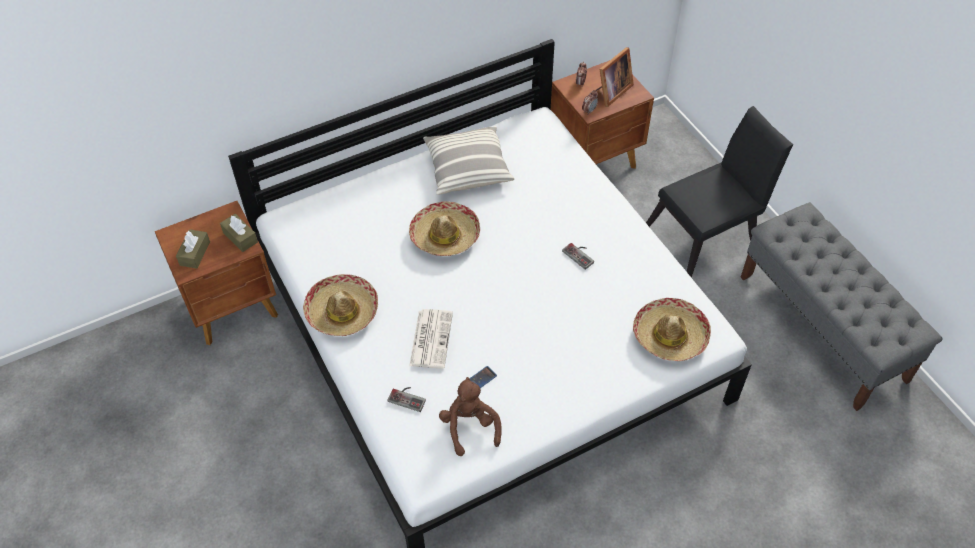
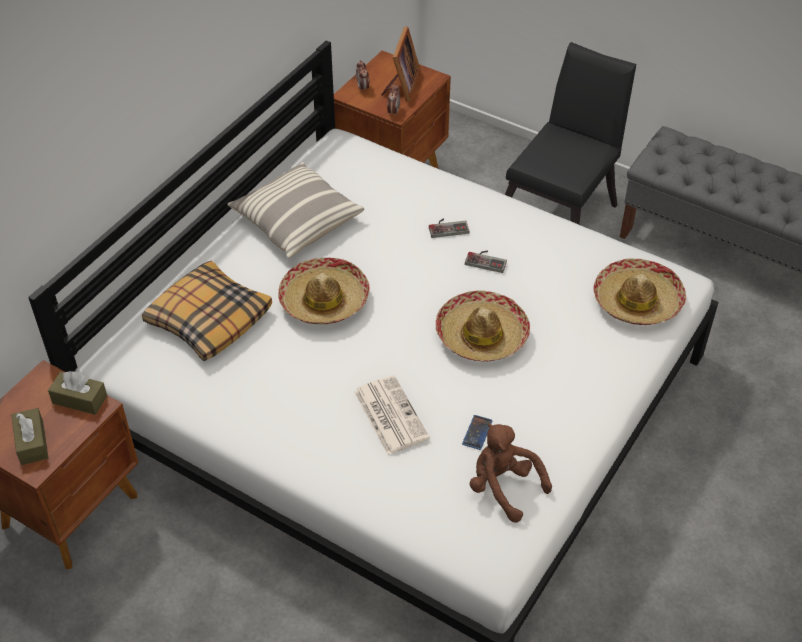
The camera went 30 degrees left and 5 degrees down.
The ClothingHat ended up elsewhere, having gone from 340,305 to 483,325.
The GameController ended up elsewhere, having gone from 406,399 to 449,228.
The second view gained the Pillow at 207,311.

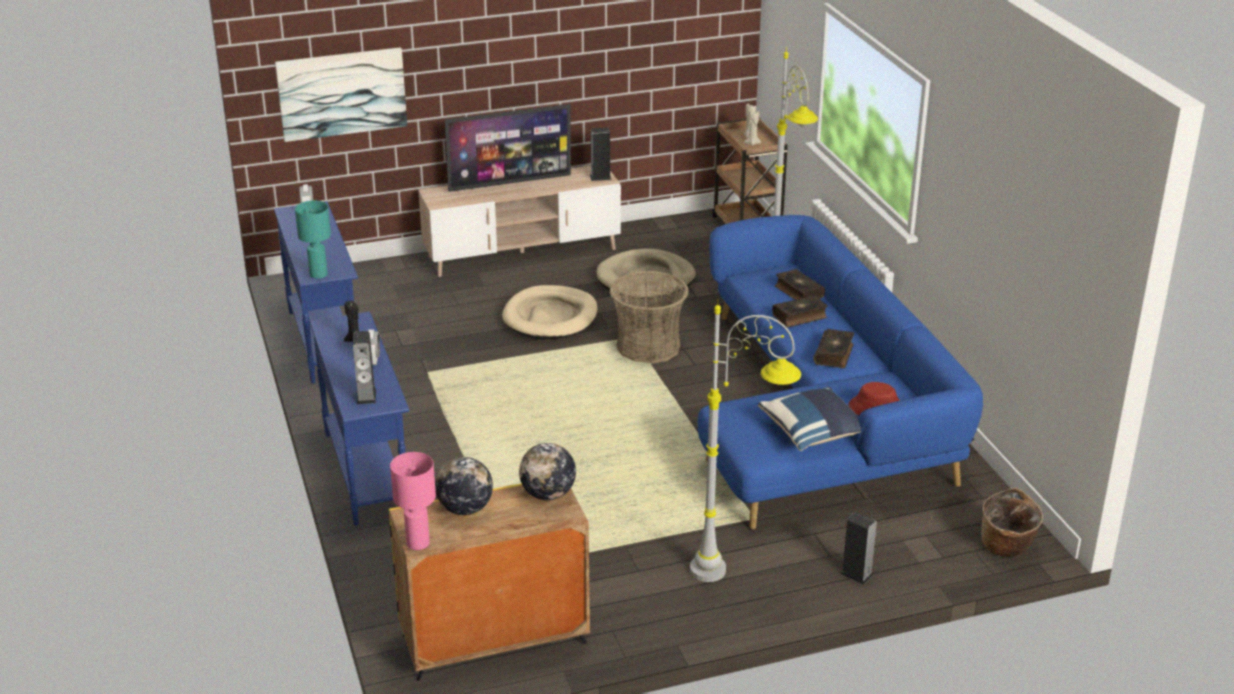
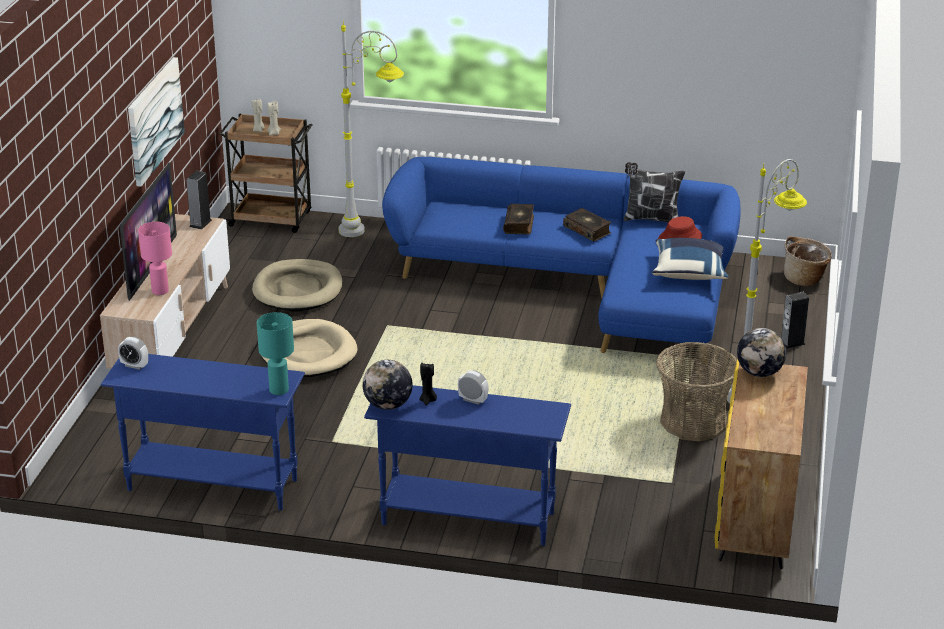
The camera went 60 degrees left and 0 degrees up.
The Picture ended up elsewhere, having gone from 341,94 to 156,122.
The second view lost the AudioSpeaker at 364,367.
The PinkColouredTabletopLamp ended up elsewhere, having gone from 413,501 to 155,258.
The Globe ended up elsewhere, having gone from 464,486 to 387,385.
The HouseholdBasket ended up elsewhere, having gone from 649,317 to 696,392.
The second view lost the Book at 800,284.
The second view gained the Pillow at 654,192.

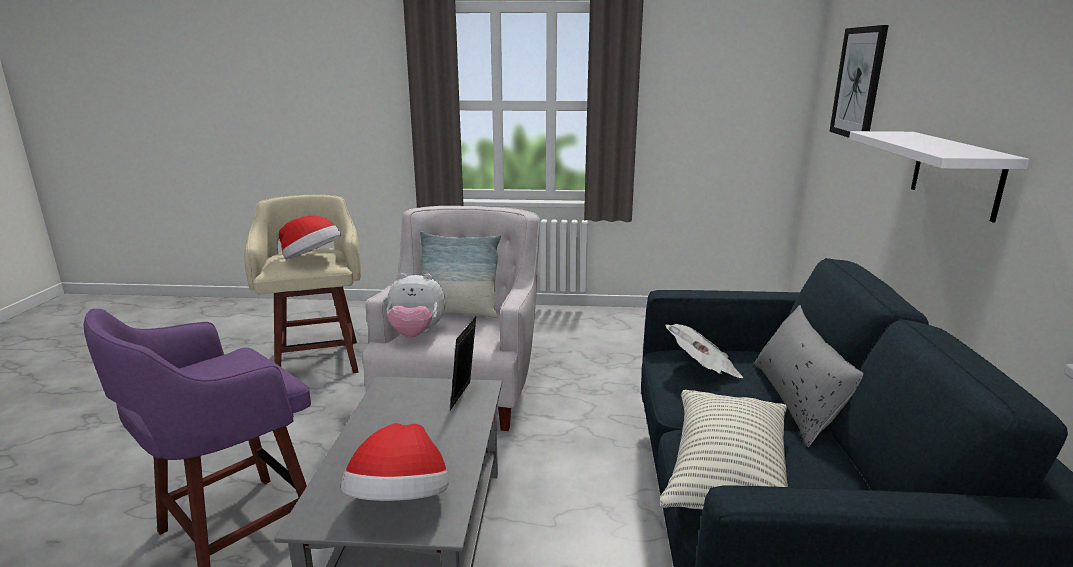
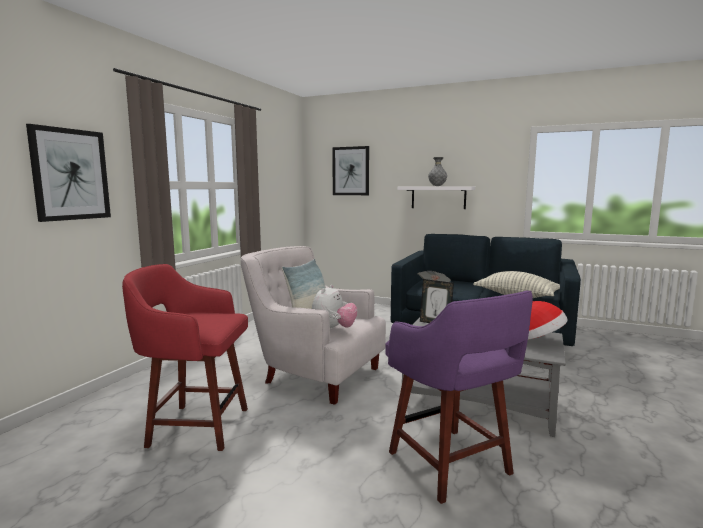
The camera went 70 degrees left and 10 degrees down.
What was the BeigeSittingStool at 302,284 turned into the RedSittingStool at 185,357.
The second view lost the ClothingHat at 310,237.
The second view lost the GreyPillow at 808,376.
The second view gained the Picture at 68,173.
The second view gained the GreyFlowerVase at 437,171.

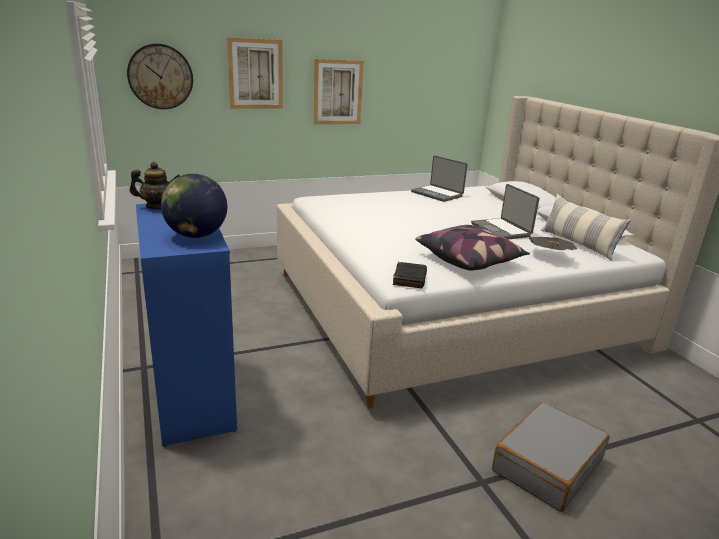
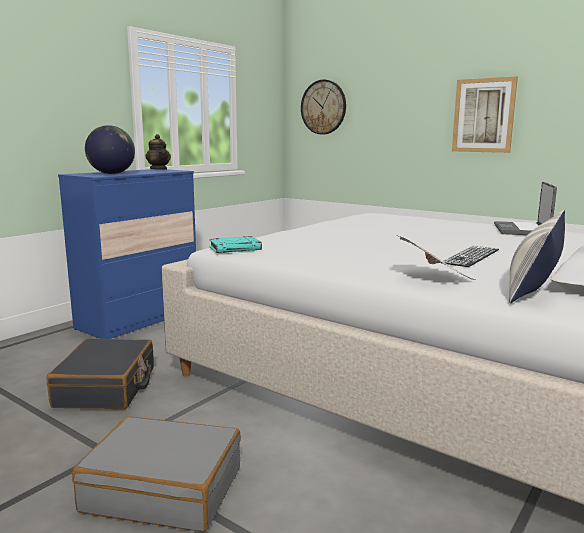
The camera went 60 degrees right and 10 degrees down.
The second view lost the Picture at 255,73.
What was the BlackishBook at 410,275 turned into the TurquoiseBook at 235,244.
The second view lost the Pillow at 472,247.
Where the Laptop stood at 505,211, the ComputerKeyboard came to stand at 470,256.
The second view gained the BlackishSuitcase at 100,374.

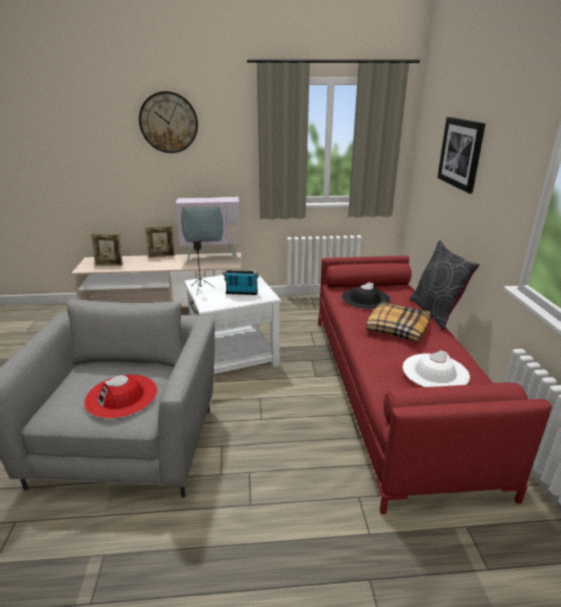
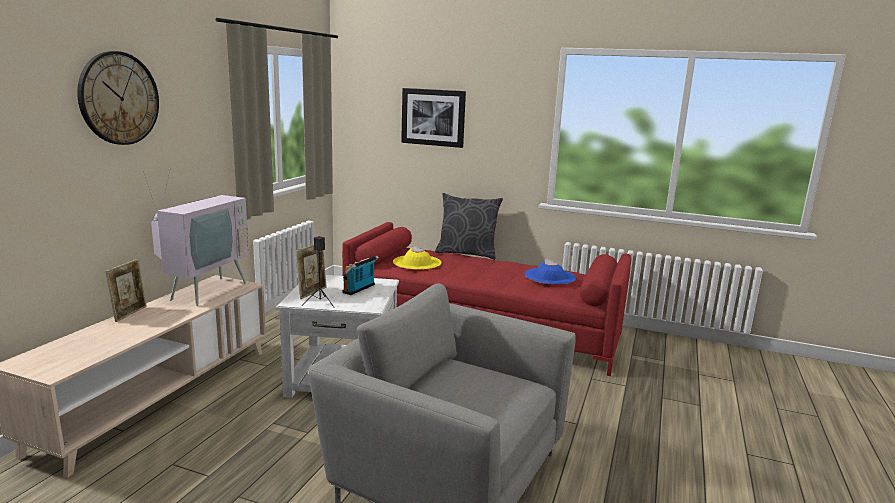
The camera went 65 degrees left and 10 degrees down.
The second view lost the RedClothingHat at 120,396.
The PictureFrame ended up elsewhere, having gone from 107,249 to 311,272.
What was the BlackishClothingHat at 366,295 turned into the YellowClothingHat at 417,258.
The second view lost the Pillow at 398,322.
What was the WhitishClothingHat at 436,368 turned into the BlueColouredClothingHat at 550,272.

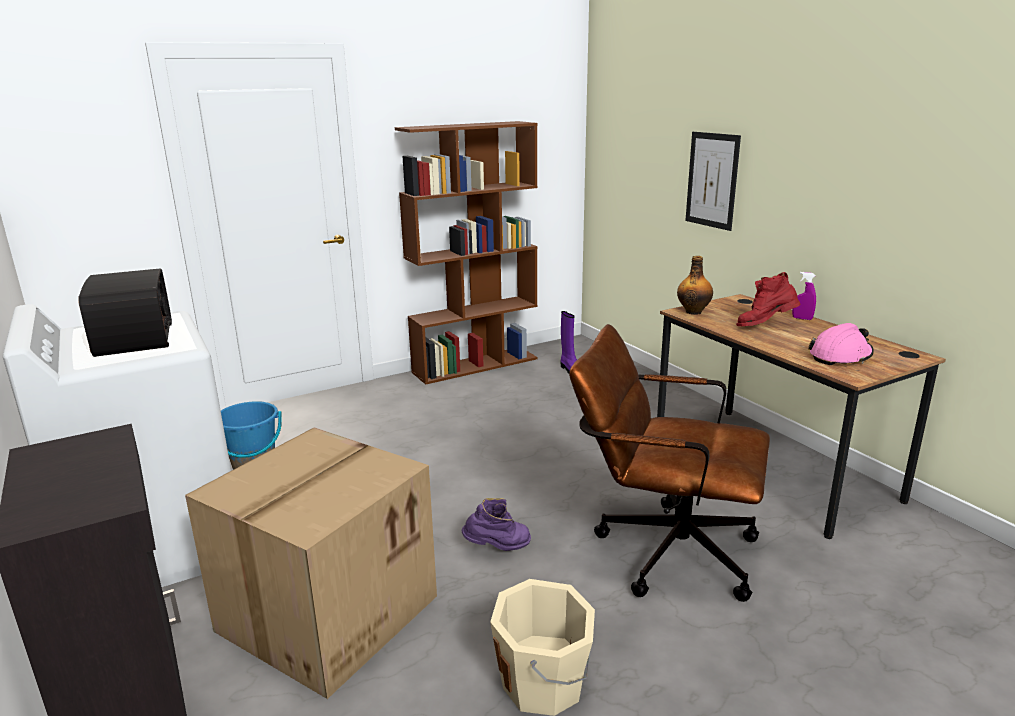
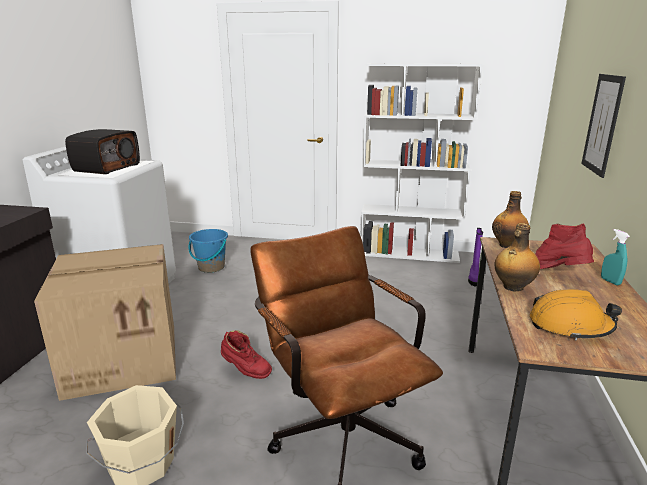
The camera went 40 degrees right and 0 degrees up.
What was the BrownShelvingUnit at 466,253 turned into the WhitishShelvingUnit at 422,163.
What was the PurpleColouredHighTopBoot at 496,524 turned into the RedHighTopBoot at 246,354.
What was the PurpleColouredSprayer at 804,296 turned into the TurquoiseSprayer at 615,257.
What was the PinkColouredWorkHelmet at 841,344 turned into the OrangeColouredWorkHelmet at 576,314.
The second view gained the Bottle at 517,257.

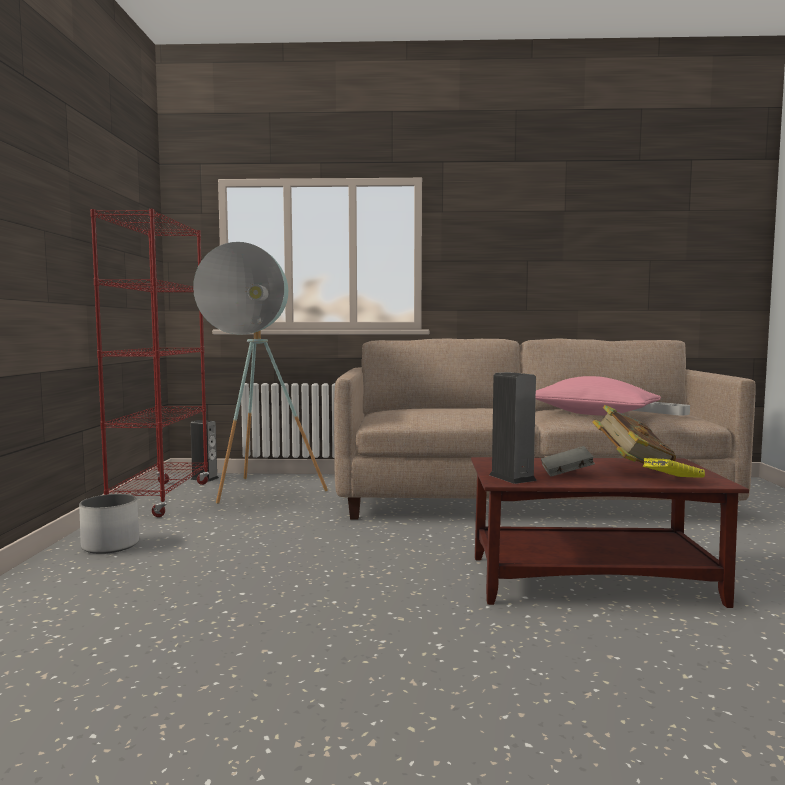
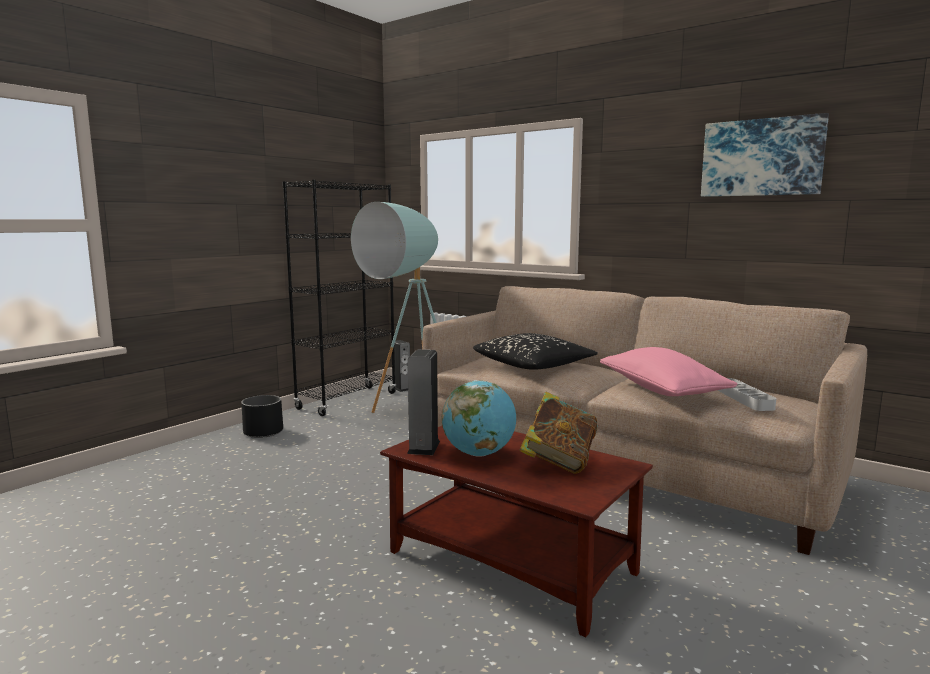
The camera went 35 degrees right and 5 degrees up.
What was the WhitishPlanter at 109,524 turned into the BlackishPlanter at 262,416.
What was the RedShelvingUnit at 149,363 turned into the BlackishShelvingUnit at 339,298.
Where the GreyBook stood at 568,461, the Globe came to stand at 479,418.
The second view lost the YellowBook at 674,468.
The second view gained the BlackishPillow at 535,351.
The second view gained the Picture at 765,155.

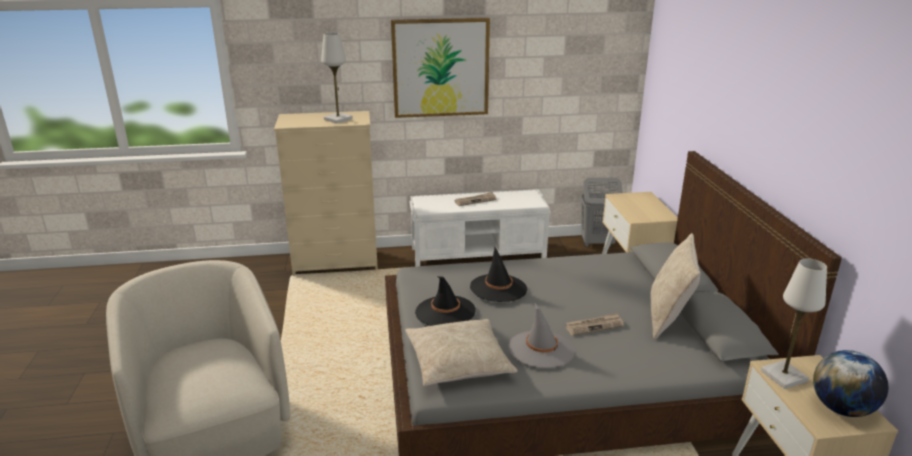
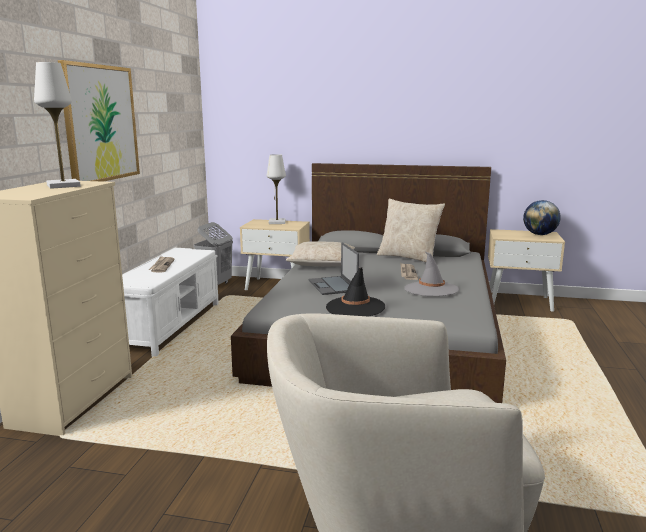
The camera went 70 degrees left and 10 degrees down.
The BeigePillow ended up elsewhere, having gone from 461,352 to 320,254.
Where the BlackishClothingHat stood at 498,274, the Laptop came to stand at 334,268.
The WhitishTabletopLamp ended up elsewhere, having gone from 794,324 to 276,189.

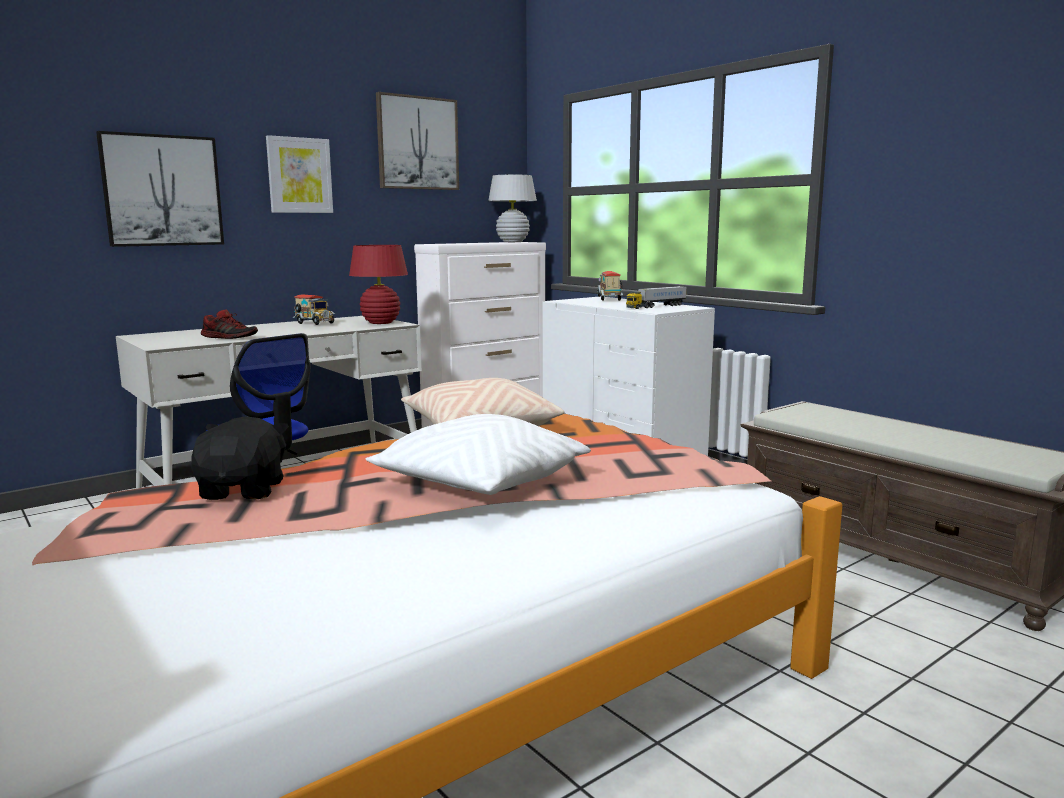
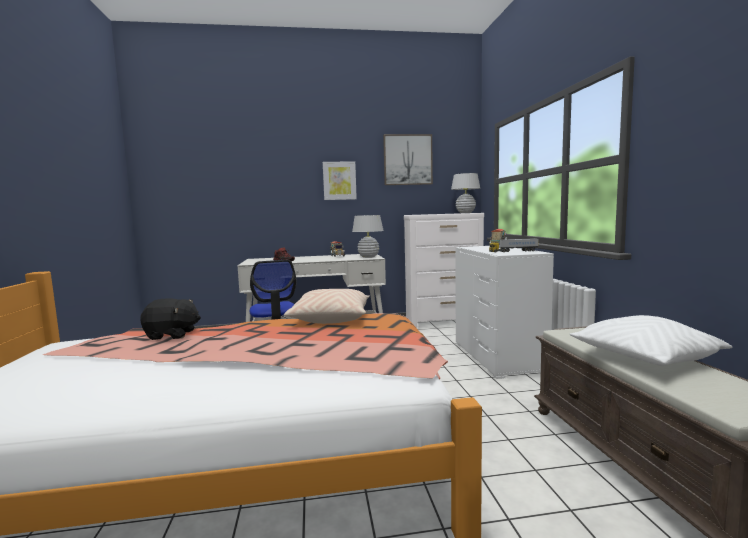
The camera went 30 degrees right and 5 degrees down.
The second view lost the Picture at 160,189.
The BlackishPlushToy at 240,458 ended up facing another way, 60 degrees clockwise from before.
What was the RedTabletopLamp at 378,284 turned into the WhitishTabletopLamp at 368,236.
The WhitishPillow ended up elsewhere, having gone from 478,454 to 651,340.

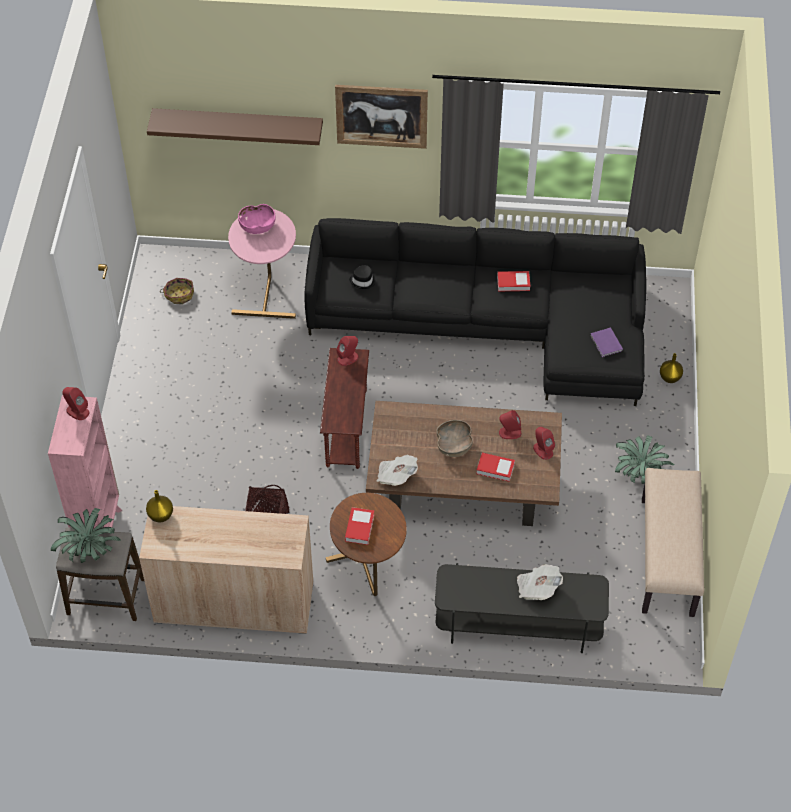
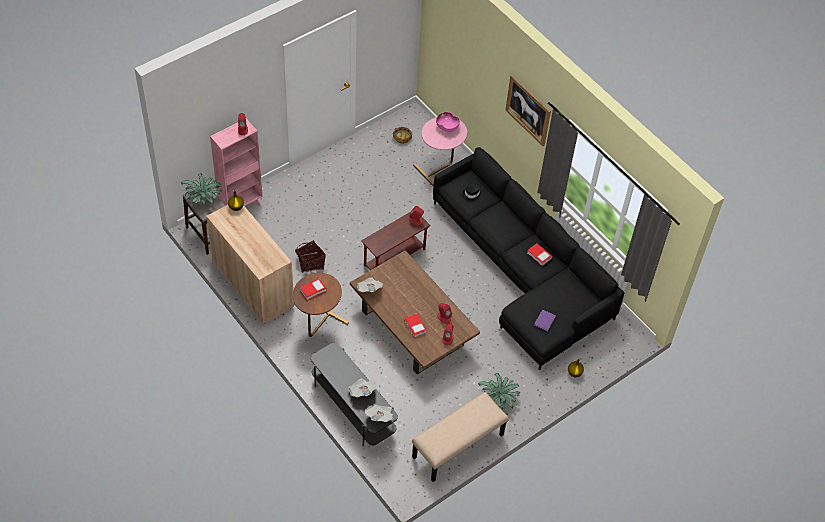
The camera went 45 degrees right and 0 degrees up.
The second view lost the BrownWallShelf at 235,126.
The second view lost the BrownBowl at 454,438.
The second view gained the Newspaper at 379,413.

